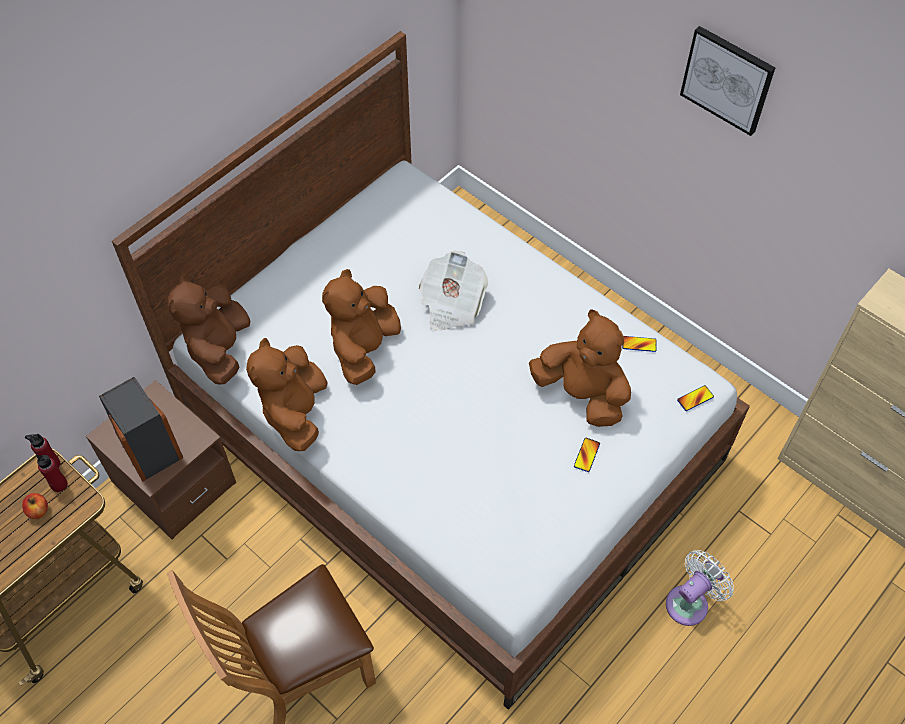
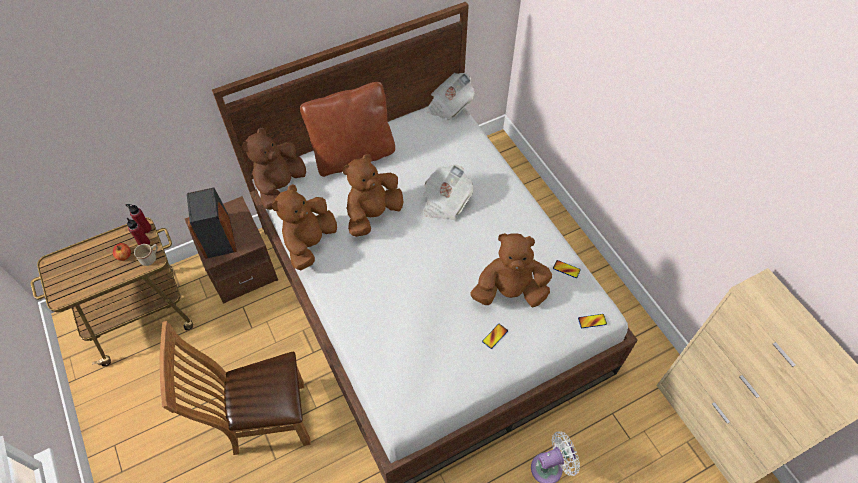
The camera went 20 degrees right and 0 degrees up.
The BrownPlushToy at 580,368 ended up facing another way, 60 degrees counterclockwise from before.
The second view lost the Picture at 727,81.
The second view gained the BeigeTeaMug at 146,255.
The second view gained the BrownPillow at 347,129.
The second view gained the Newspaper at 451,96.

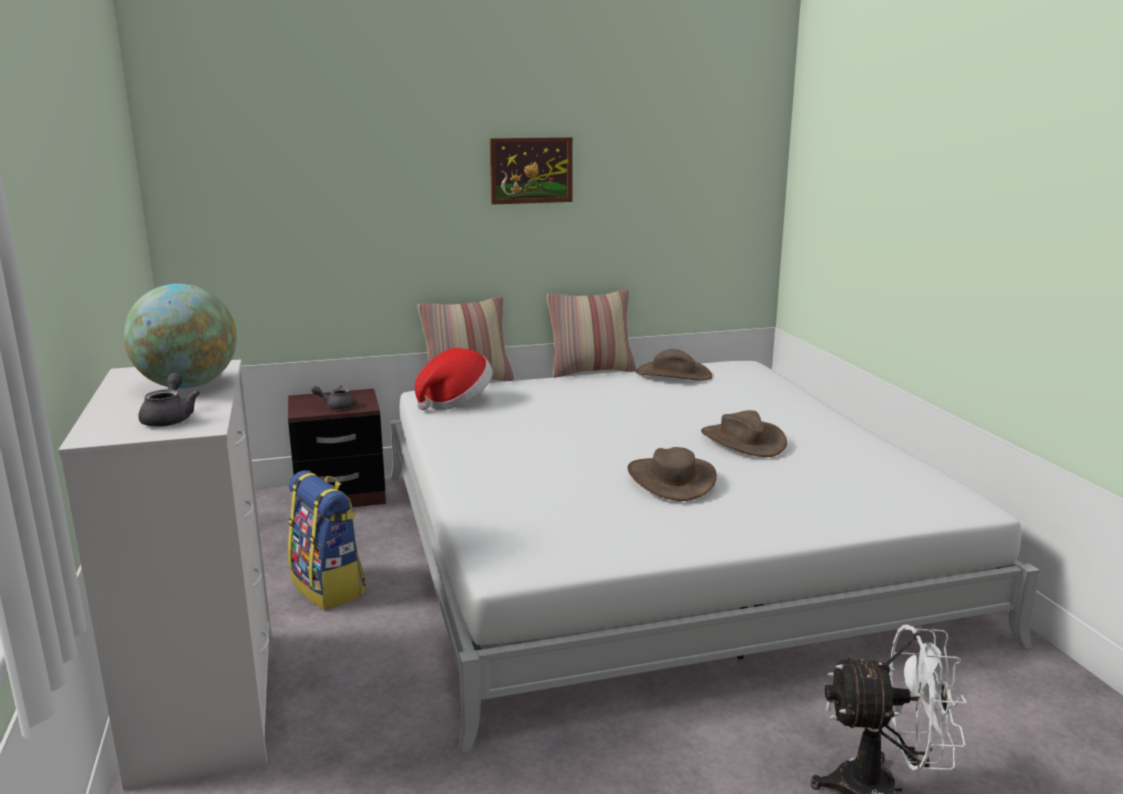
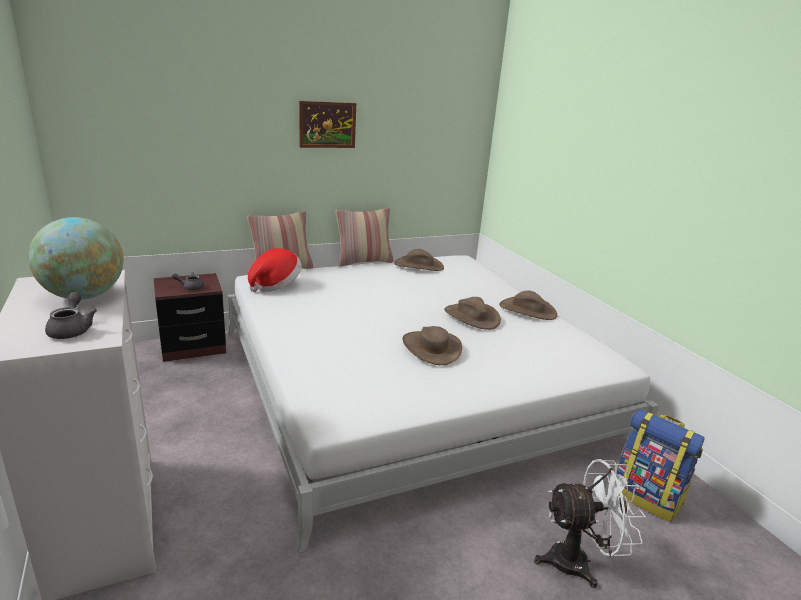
The camera went 10 degrees left and 5 degrees up.
The Knapsack ended up elsewhere, having gone from 327,540 to 660,465.
The second view gained the BrownClothingHat at 528,305.

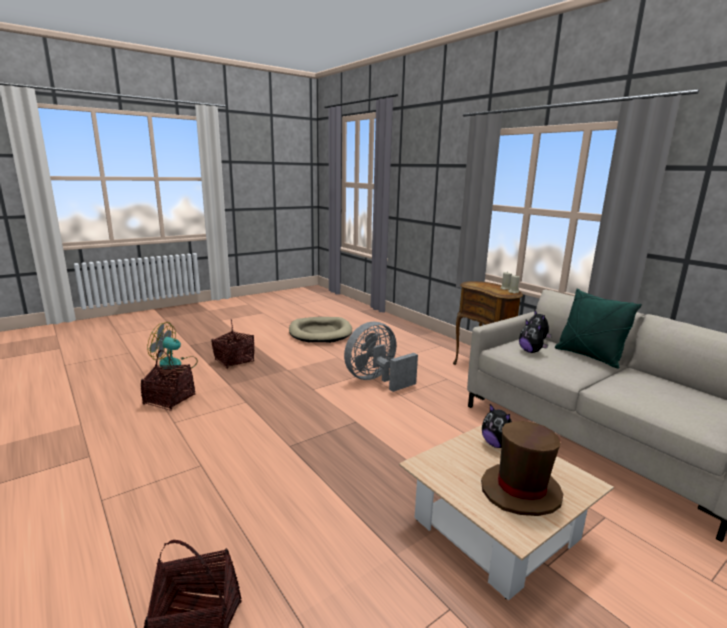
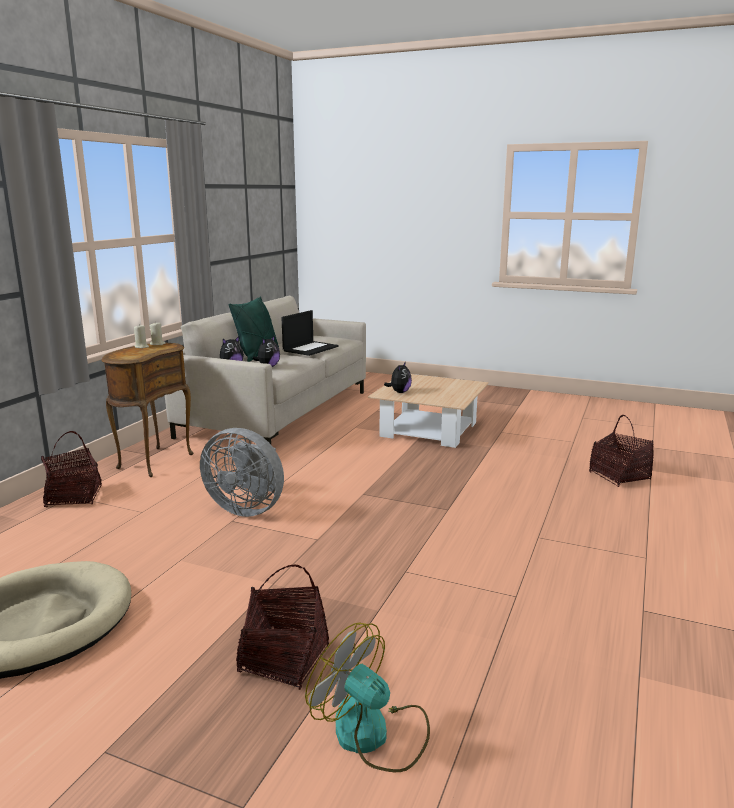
The camera went 120 degrees left and 0 degrees up.
The HouseholdBasket ended up elsewhere, having gone from 168,380 to 71,469.
The CoolingFan at 172,346 ended up facing another way, 150 degrees clockwise from before.
The second view lost the BrownClothingHat at 522,468.
The second view gained the Laptop at 310,333.

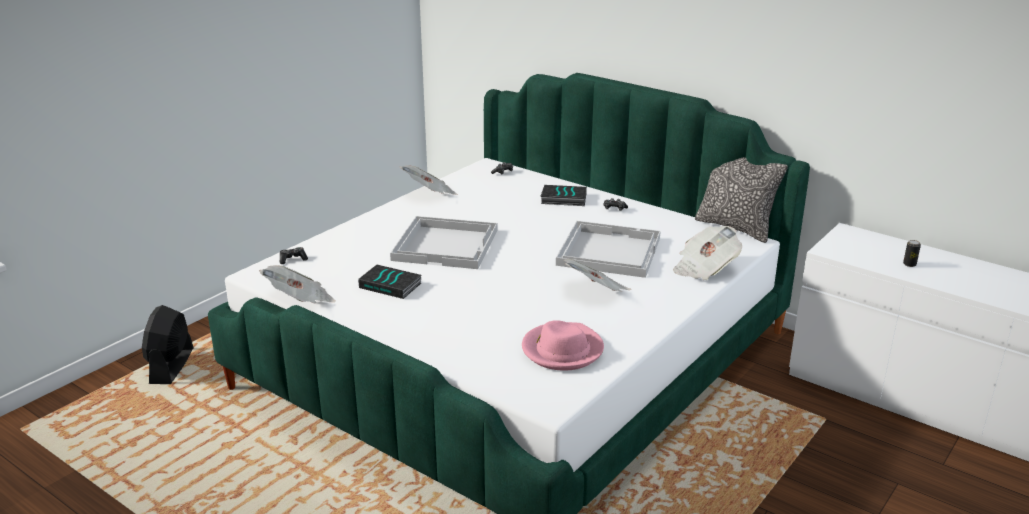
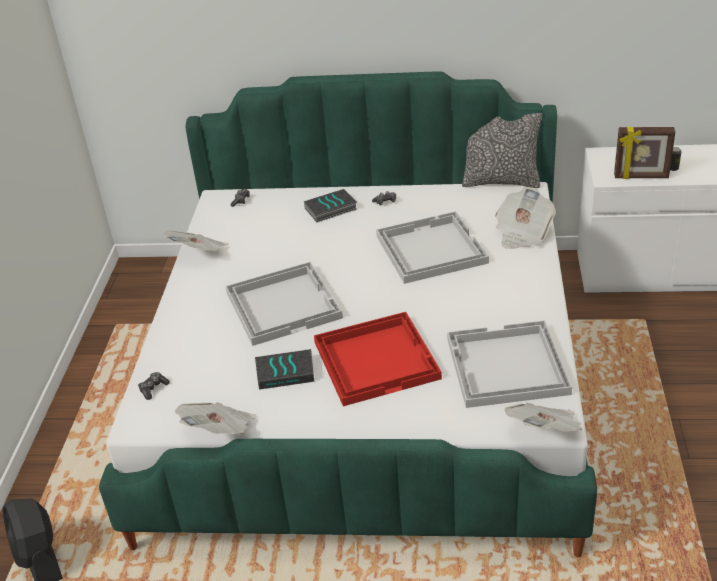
The camera went 30 degrees left and 10 degrees up.
Where the PinkColouredClothingHat stood at 563,345, the WhitishTray came to stand at 509,364.
The Newspaper ended up elsewhere, having gone from 597,275 to 543,417.
The second view gained the RedTray at 378,359.
The second view gained the PictureFrame at 644,153.

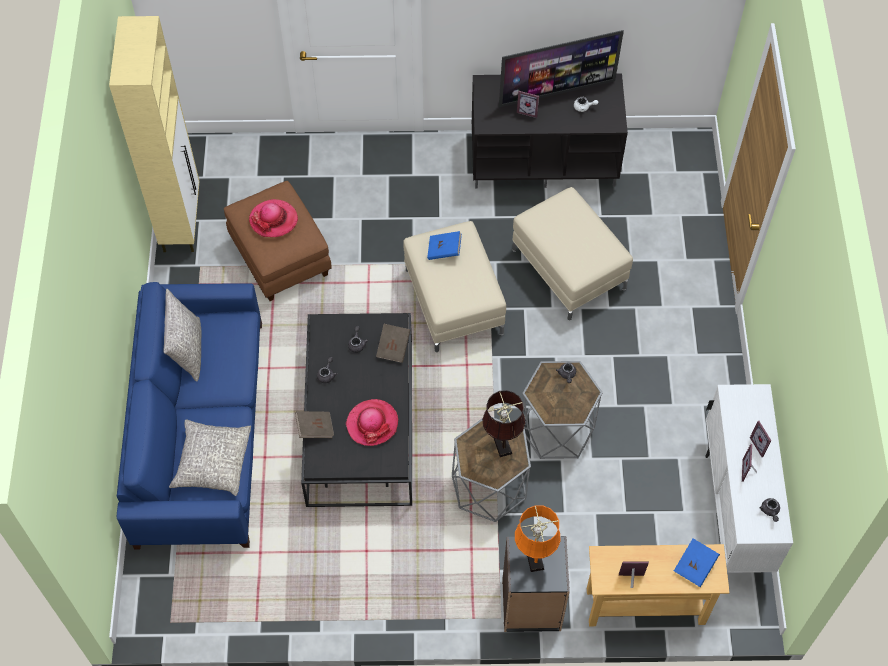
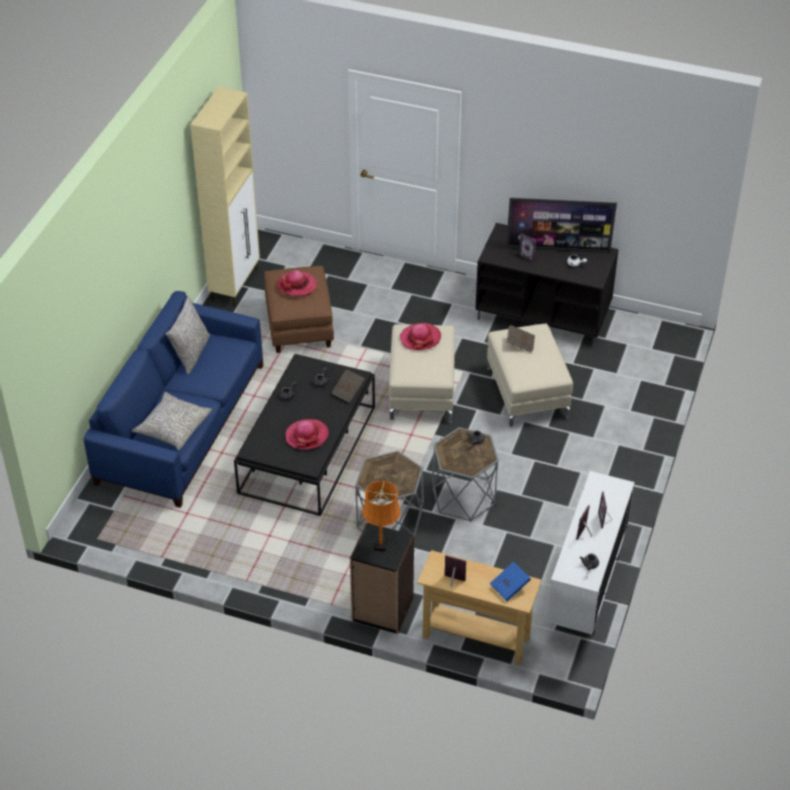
The camera went 20 degrees right and 15 degrees down.
The BrownBook ended up elsewhere, having gone from 314,424 to 521,339.
Where the BlueColouredBook stood at 444,245, the ClothingHat came to stand at 420,336.
The second view lost the BrownTabletopLamp at 503,423.

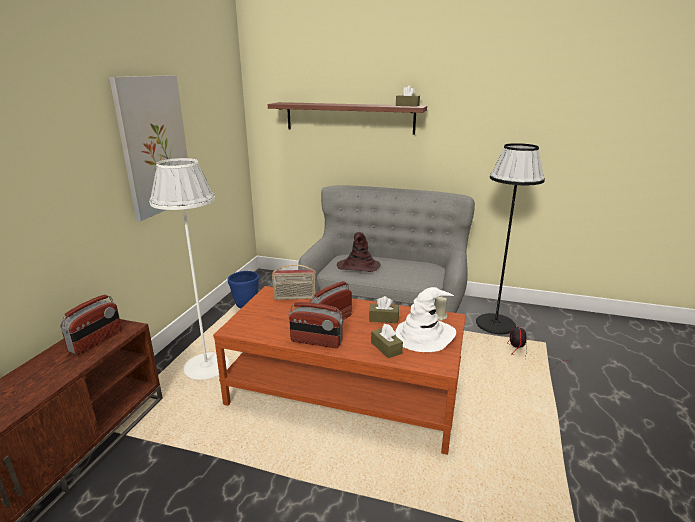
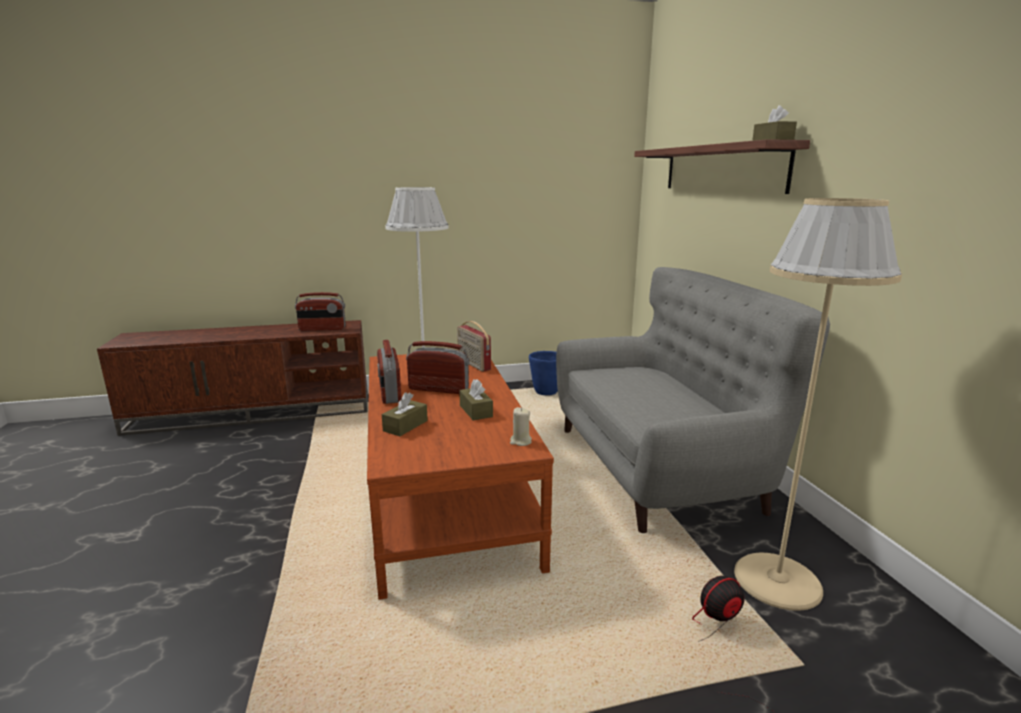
The camera went 60 degrees right and 5 degrees down.
The second view lost the Picture at 148,148.
The second view lost the BrownClothingHat at 359,252.
The second view lost the WhitishClothingHat at 426,319.
What was the BlackishFloorLamp at 510,238 turned into the BeigeFloorLamp at 818,404.

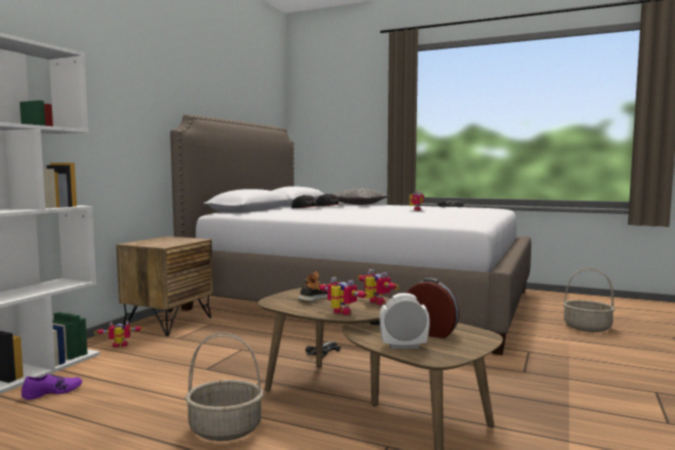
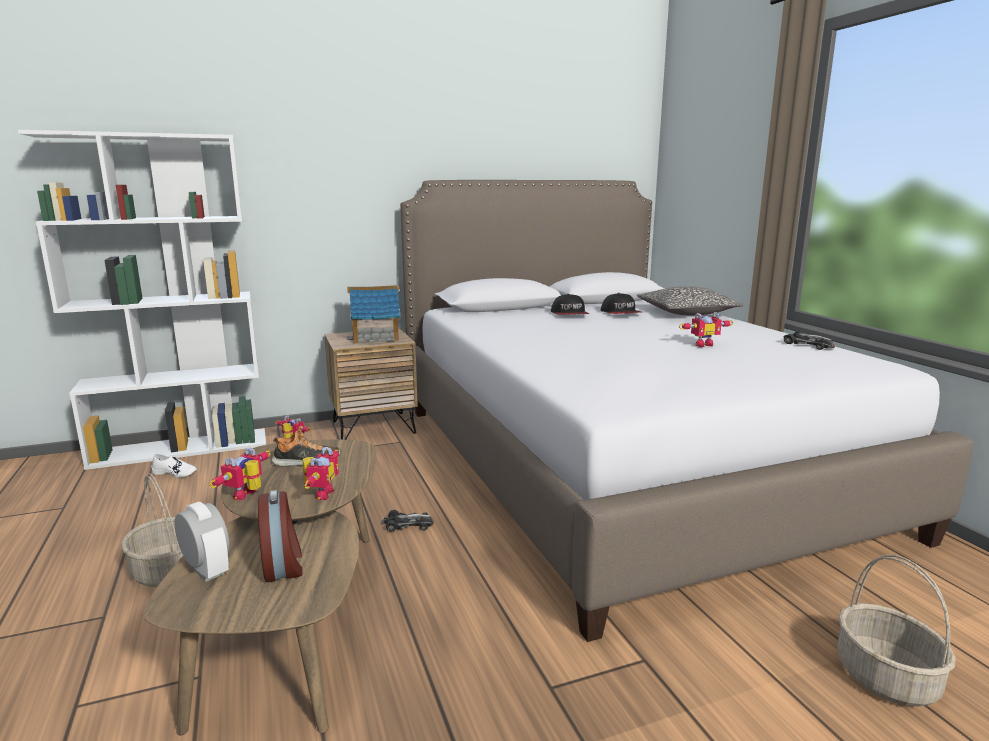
The camera went 45 degrees right and 10 degrees up.
What was the PurpleColouredItemOfFootwear at 51,387 turned into the WhitishItemOfFootwear at 174,465.
The ModelRobot at 343,296 ended up facing another way, 150 degrees counterclockwise from before.
The second view gained the MiniatureHouse at 373,314.

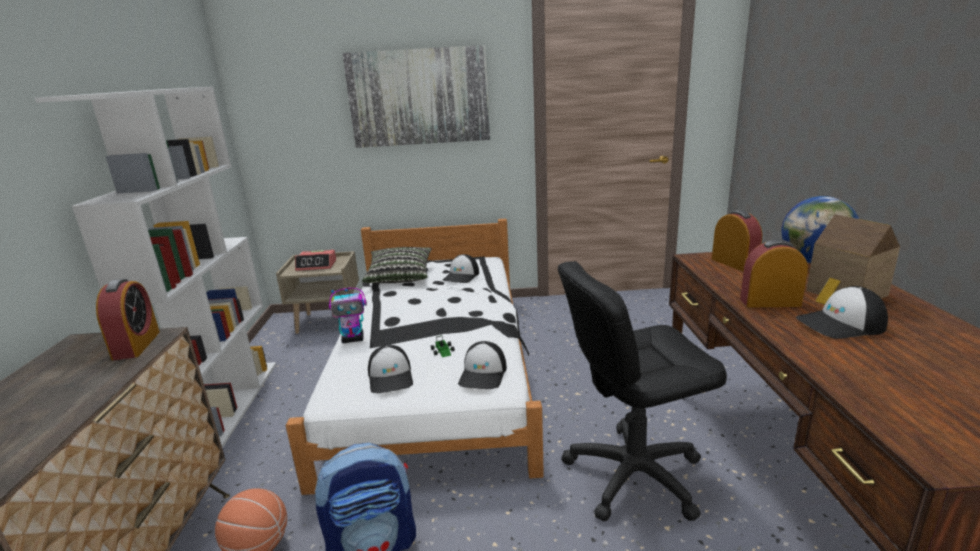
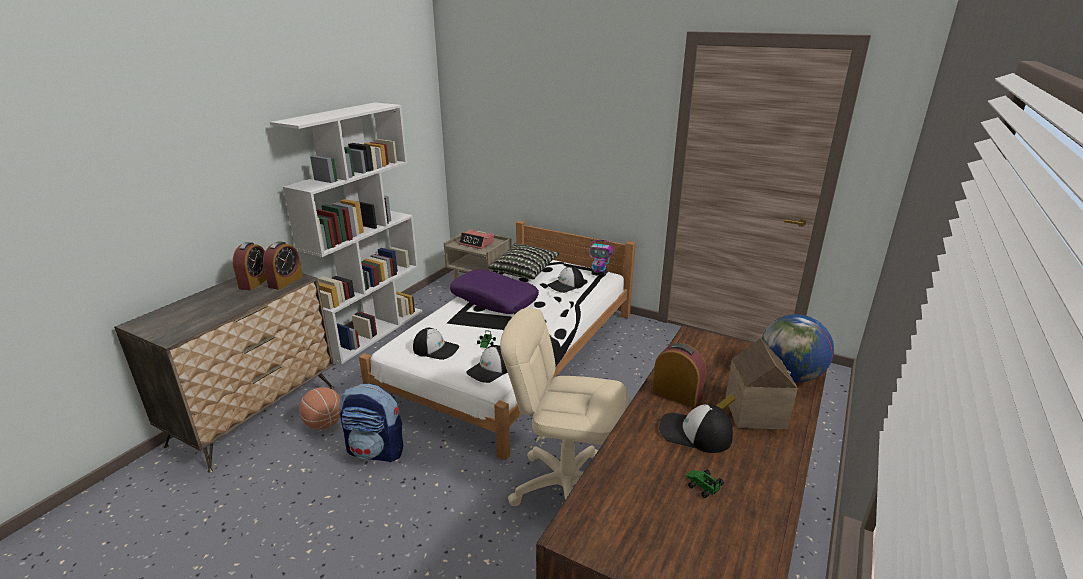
The camera went 30 degrees right and 5 degrees up.
The ModelRobot ended up elsewhere, having gone from 348,315 to 601,257.
The second view lost the Picture at 416,96.
The Cap at 390,369 ended up facing another way, 90 degrees counterclockwise from before.
What was the BlackishComputerChair at 642,391 turned into the BeigeComputerChair at 564,407.
The TableClock ended up elsewhere, having gone from 737,241 to 249,266.
The second view gained the PurpleColouredPillow at 494,291.
The second view gained the ModelCar at 704,484.

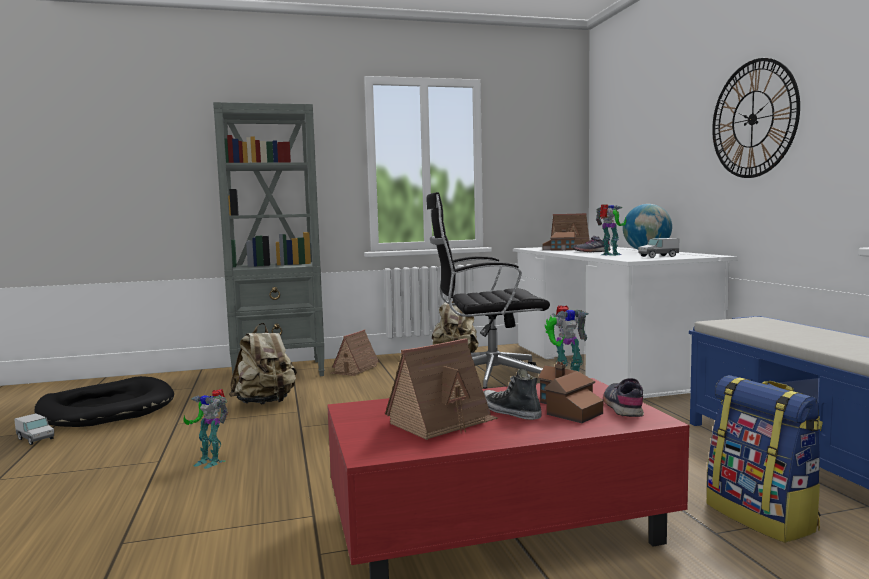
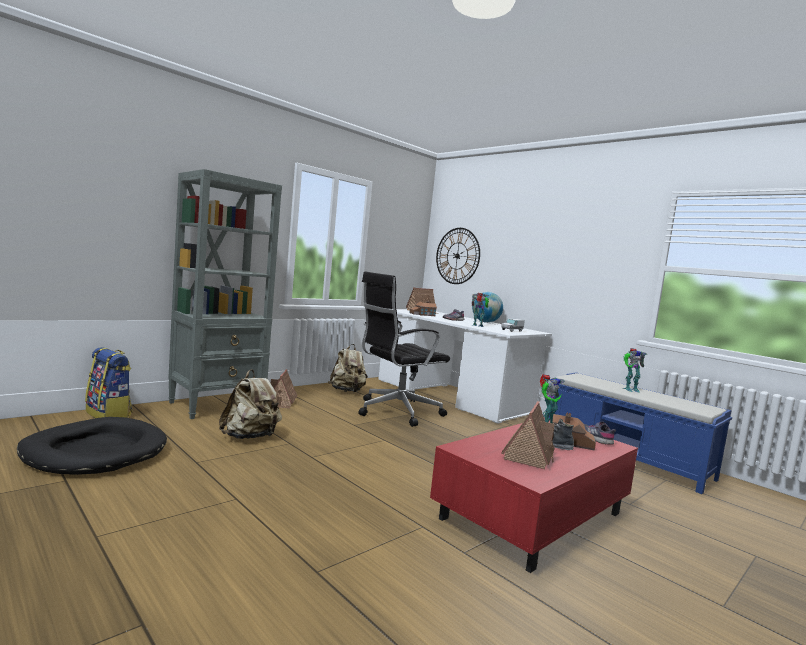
The camera went 30 degrees left and 0 degrees up.
The second view lost the ModelTruck at 34,429.
The ModelRobot ended up elsewhere, having gone from 205,429 to 635,370.
The Knapsack ended up elsewhere, having gone from 764,459 to 109,382.
The WallClock ended up elsewhere, having gone from 756,118 to 458,256.

